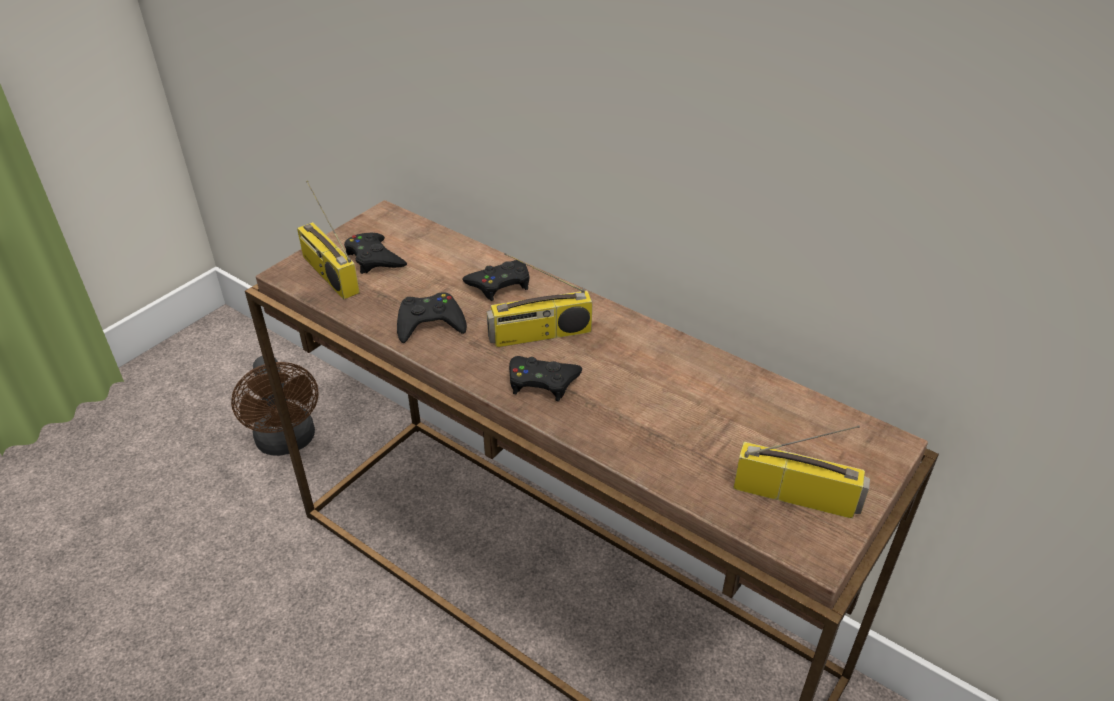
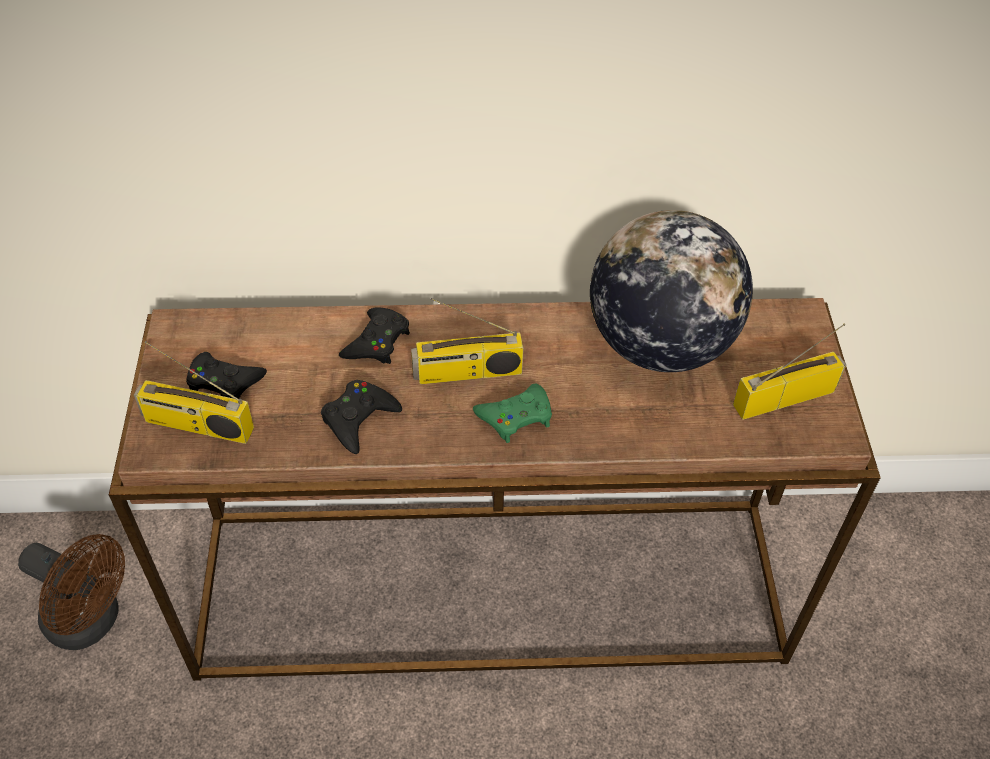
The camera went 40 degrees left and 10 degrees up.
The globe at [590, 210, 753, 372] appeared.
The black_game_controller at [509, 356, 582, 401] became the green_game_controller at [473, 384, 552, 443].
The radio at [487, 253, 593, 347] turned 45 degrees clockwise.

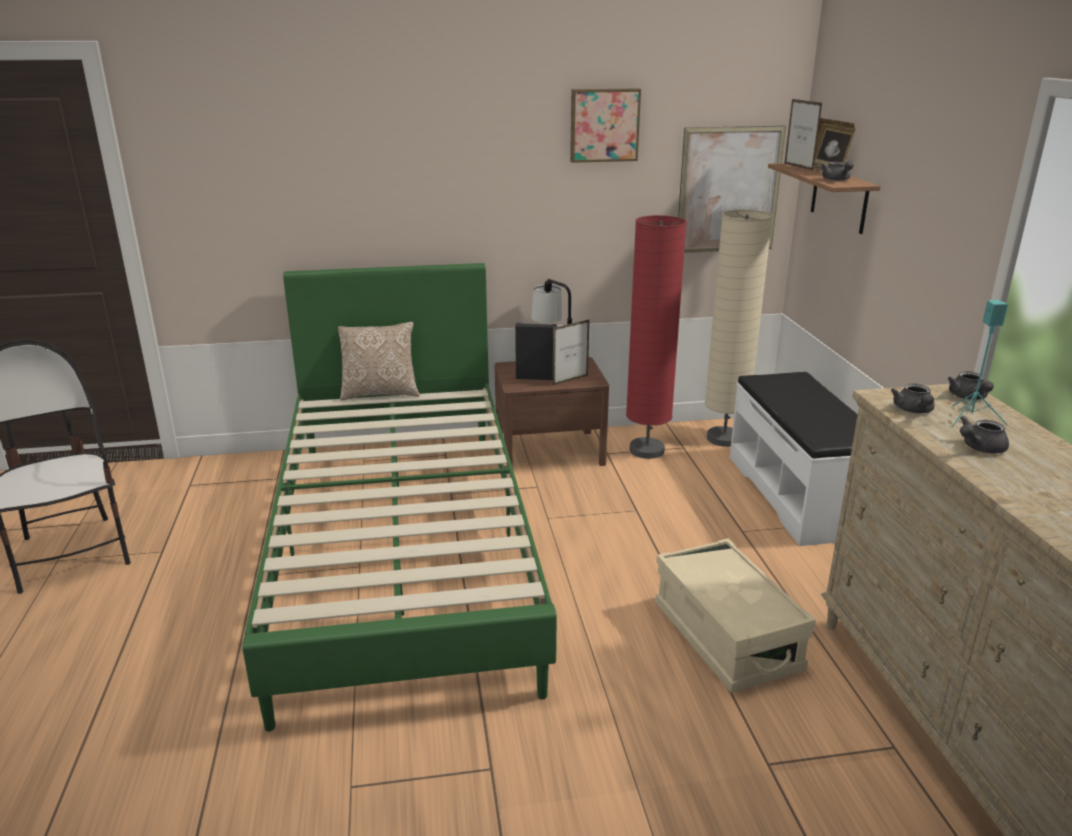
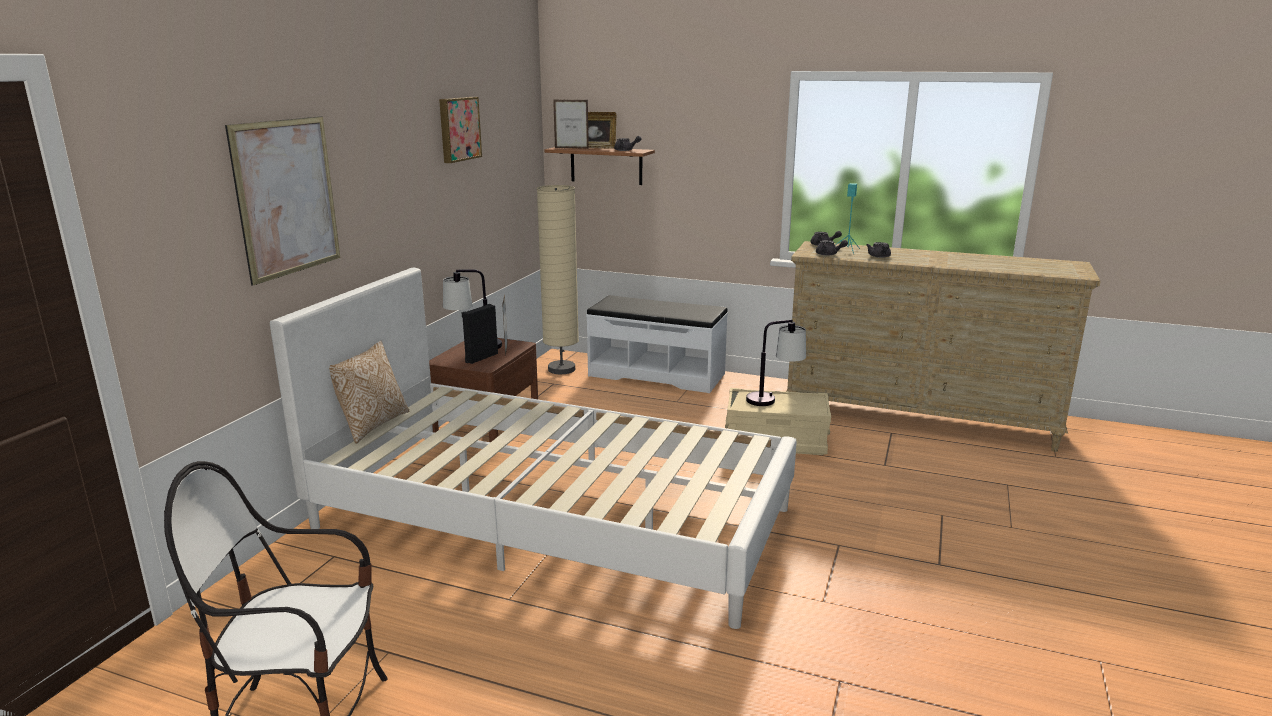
The camera went 60 degrees left and 5 degrees down.
The red_floor_lamp at [626, 215, 687, 459] disappeared.
The table_lamp at [746, 320, 806, 406] appeared.
The picture moved from [678, 126, 786, 253] to [225, 116, 340, 286].
The green_bed at [242, 263, 557, 732] became the white_bed at [270, 268, 797, 629].

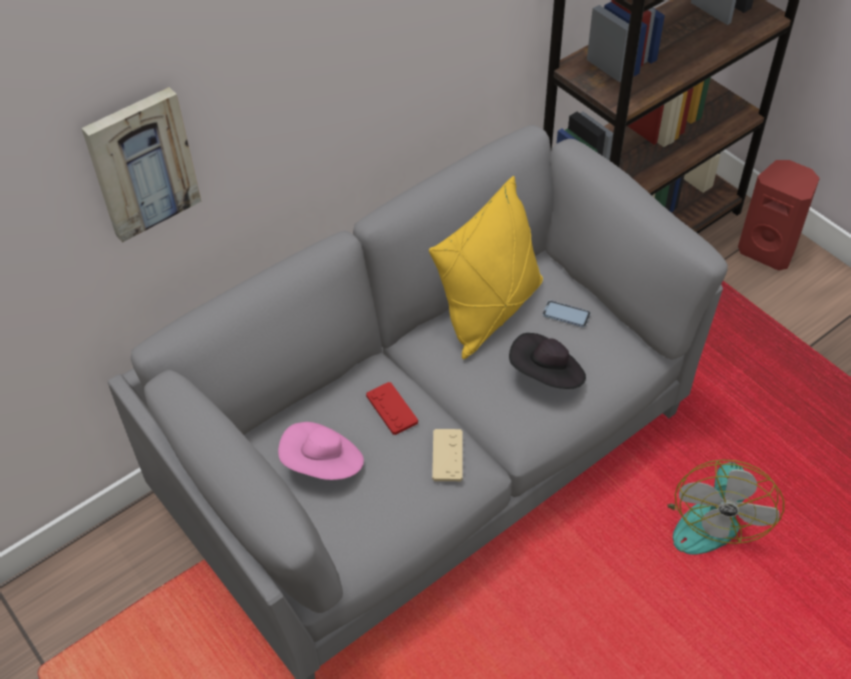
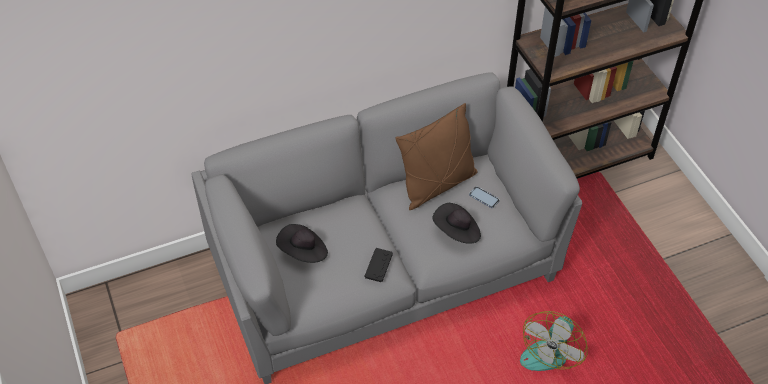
The camera went 15 degrees right and 0 degrees up.
The picture at [81, 87, 201, 243] disappeared.
The red_game_controller at [366, 382, 418, 435] disappeared.
The red_speaker at [738, 160, 820, 271] disappeared.
The pink_hat at [278, 422, 364, 480] became the black_hat at [276, 224, 328, 263].
The yellow_pillow at [429, 176, 543, 359] became the brown_pillow at [395, 103, 478, 210].
The beige_game_controller at [432, 429, 463, 481] became the black_game_controller at [365, 248, 393, 282].

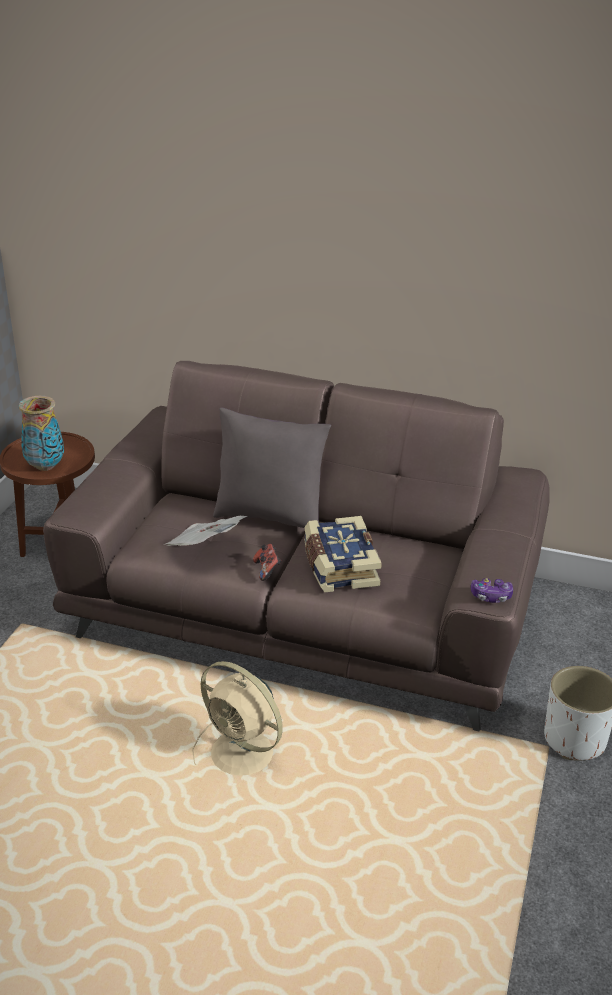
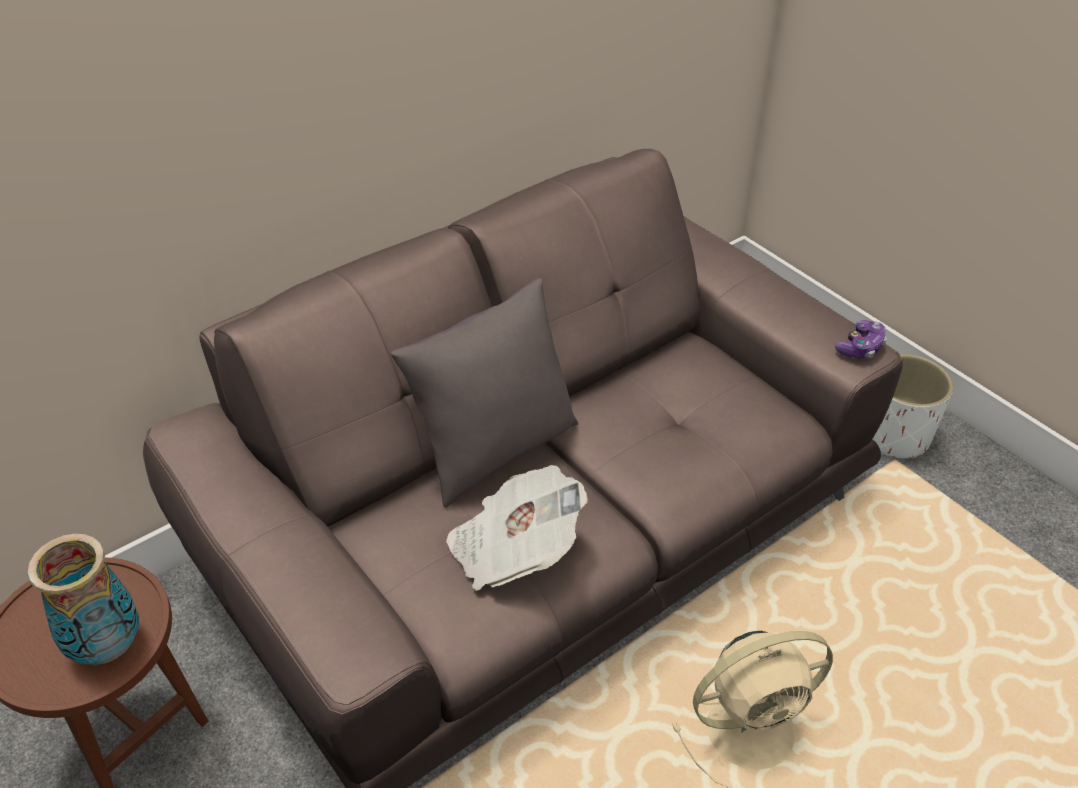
The camera went 55 degrees left and 10 degrees up.
The game_controller at [253, 544, 281, 581] disappeared.
The book at [304, 516, 382, 592] disappeared.

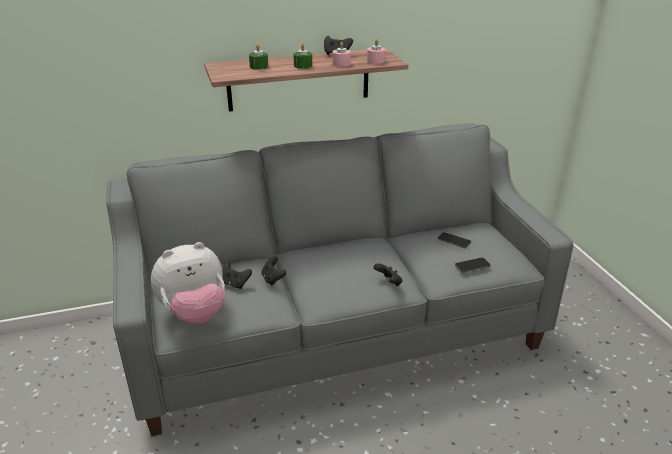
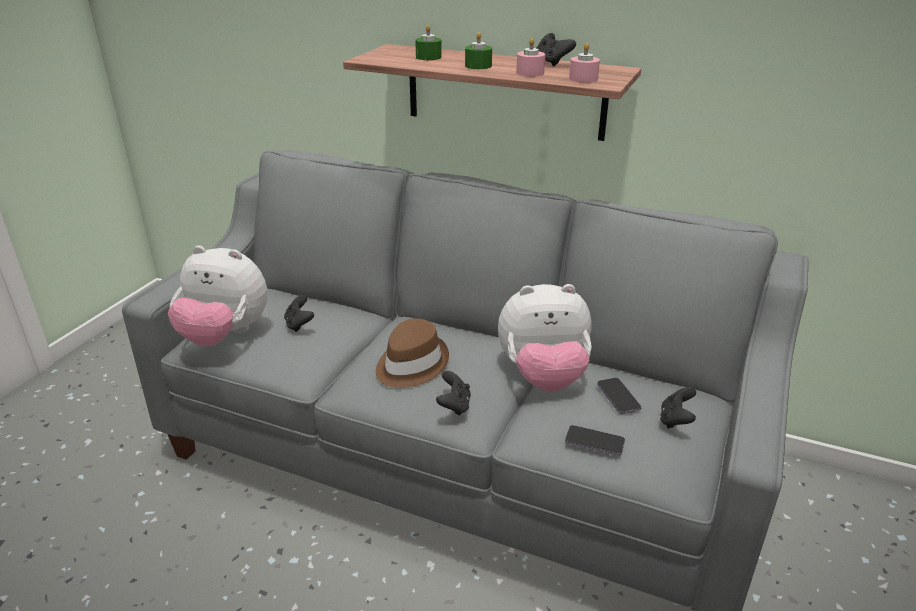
The camera went 40 degrees right and 0 degrees up.
The brown_hat at [376, 318, 449, 388] appeared.
The plush_toy at [498, 284, 592, 391] appeared.
The black_game_controller moved from [261, 256, 286, 285] to [660, 387, 696, 429].

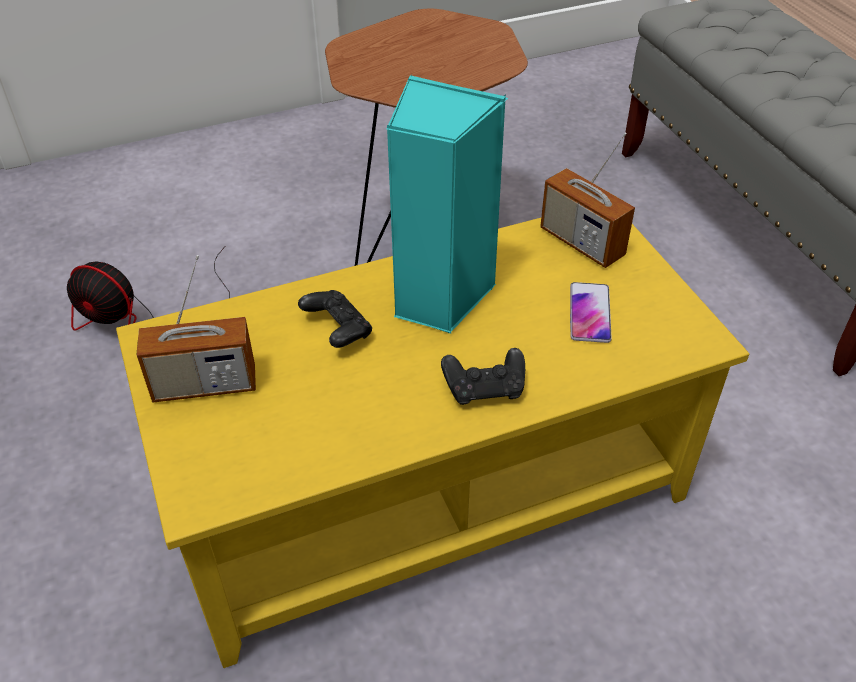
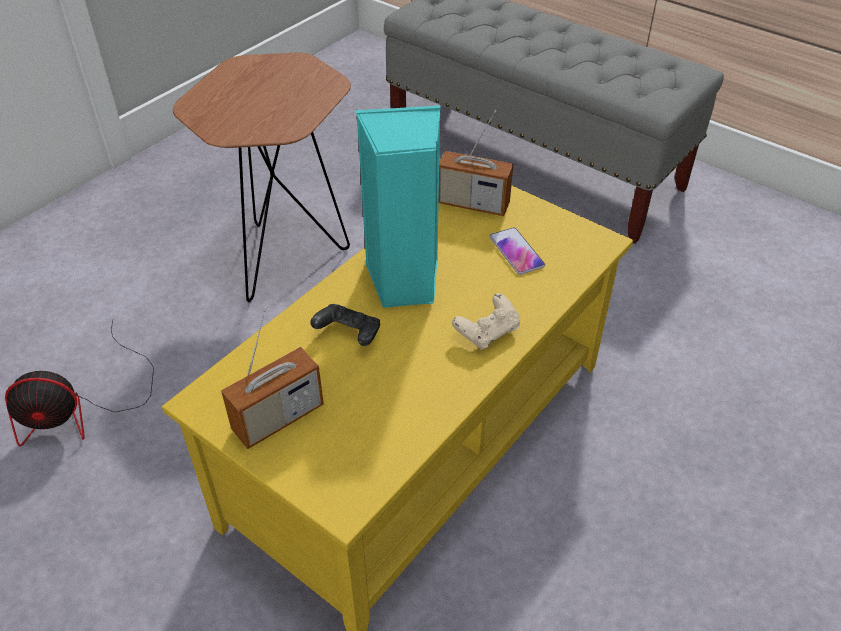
The camera went 30 degrees left and 0 degrees up.
The black_game_controller at [441, 348, 525, 405] became the beige_game_controller at [452, 293, 520, 350].

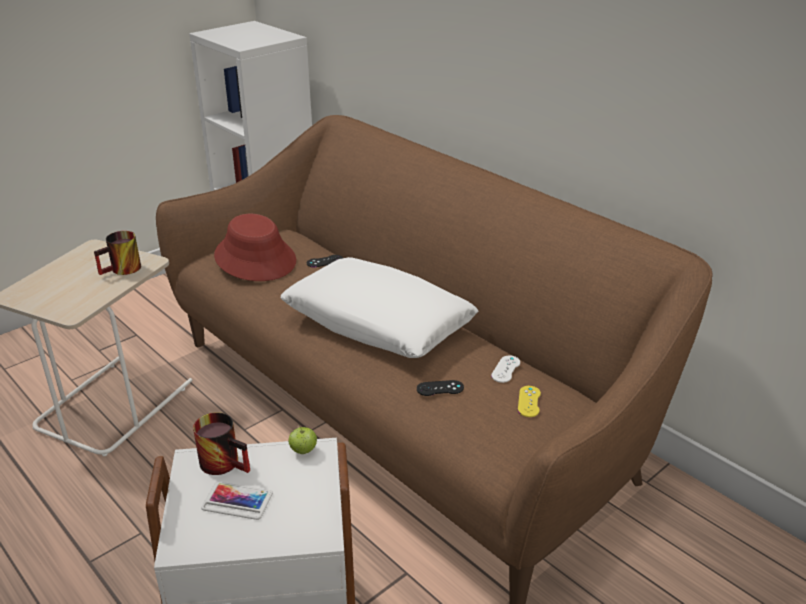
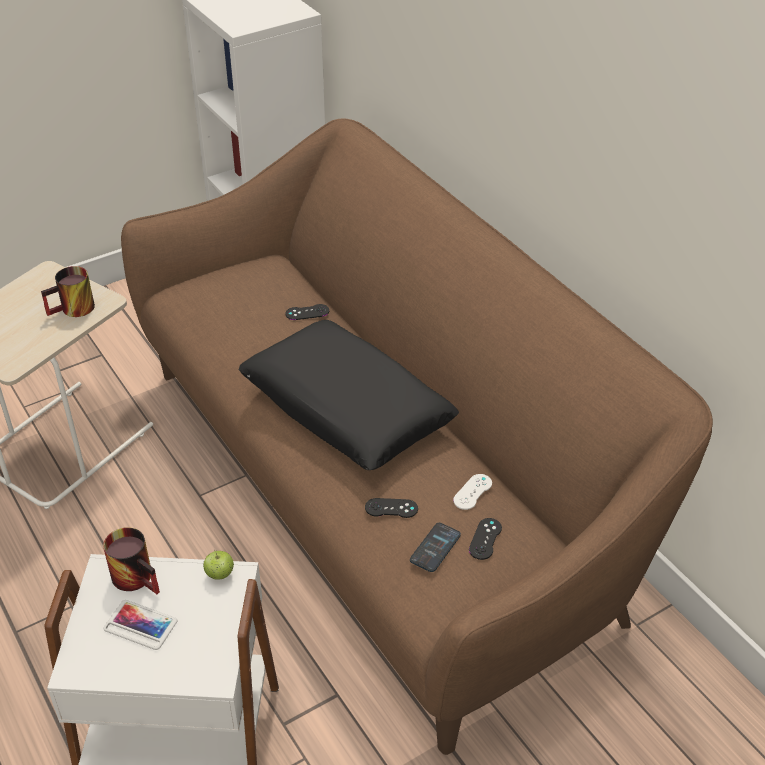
The camera went 10 degrees right and 10 degrees up.
The red_hat at [214, 214, 296, 281] disappeared.
The phone at [410, 523, 461, 572] appeared.
The white_pillow at [281, 257, 479, 358] became the black_pillow at [239, 320, 459, 470].
The yellow_game_controller at [518, 386, 541, 417] became the black_game_controller at [469, 518, 502, 560].

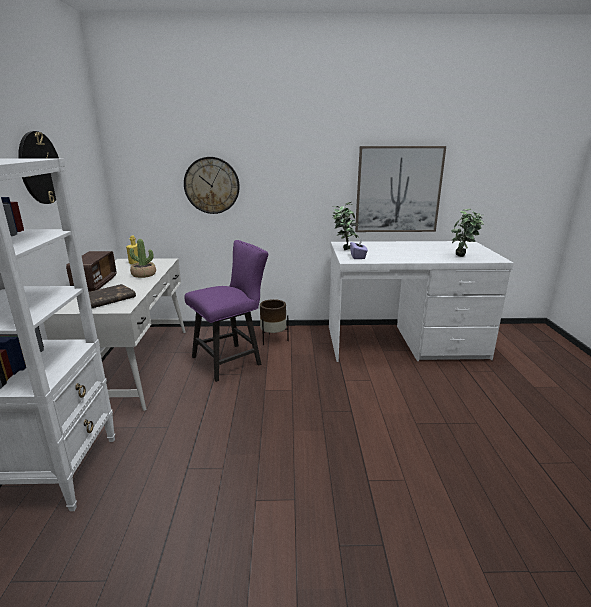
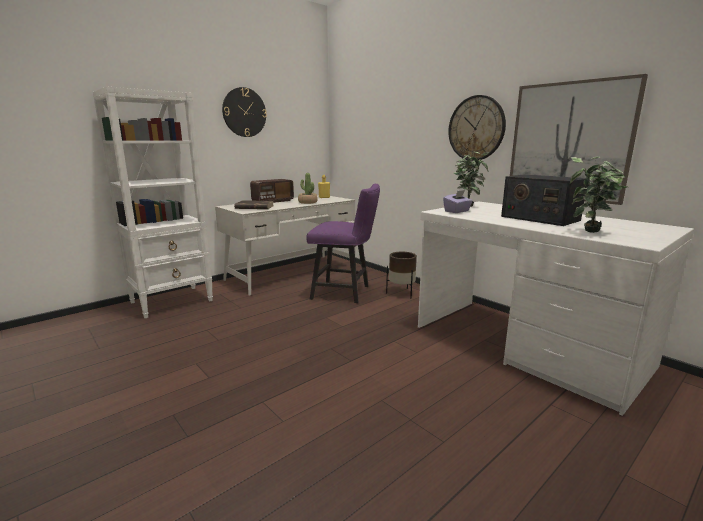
The camera went 50 degrees right and 5 degrees down.
The radio at [501, 174, 587, 226] appeared.
The wall_clock moved from [184, 157, 240, 214] to [448, 95, 506, 161].

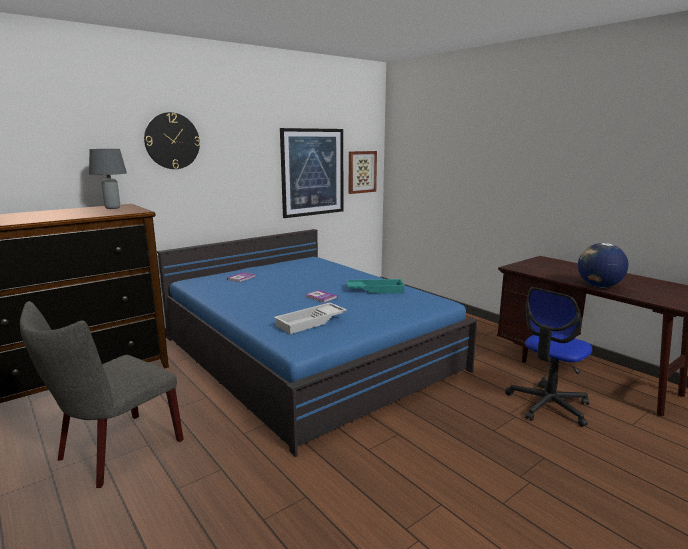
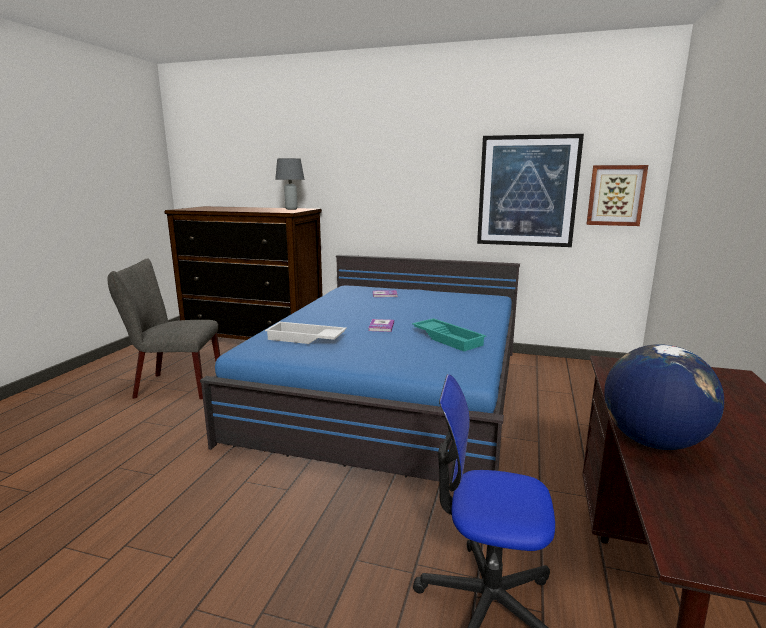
The camera went 55 degrees right and 0 degrees up.
The wall_clock at [144, 112, 200, 169] disappeared.

